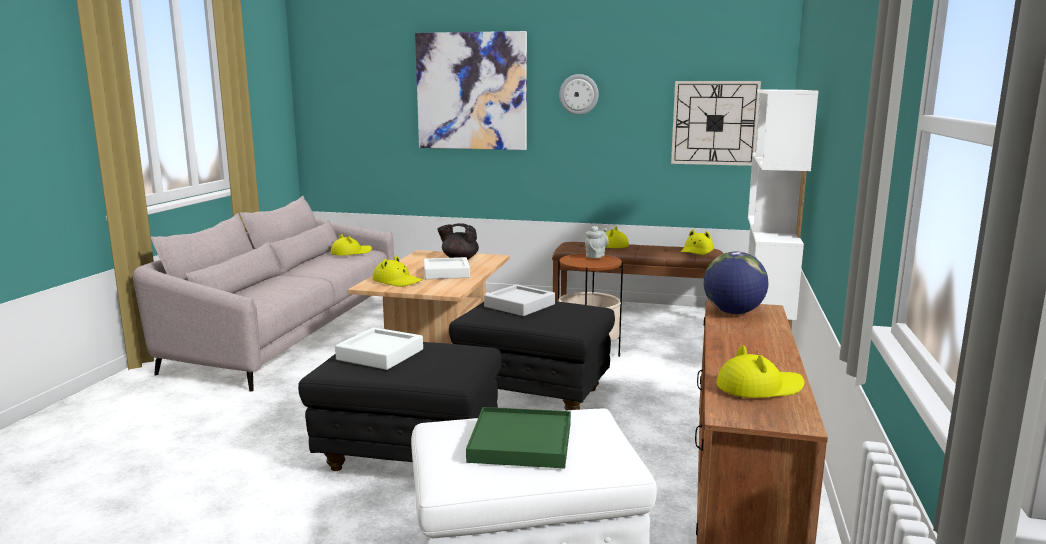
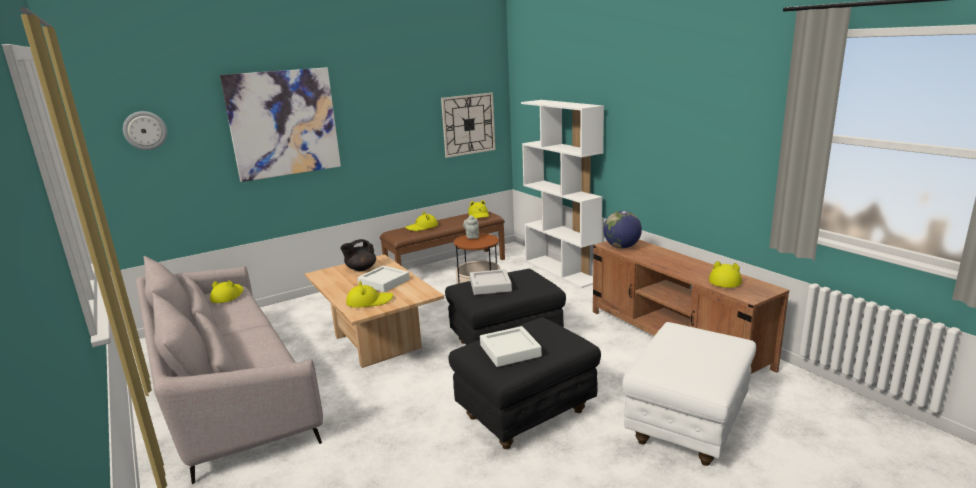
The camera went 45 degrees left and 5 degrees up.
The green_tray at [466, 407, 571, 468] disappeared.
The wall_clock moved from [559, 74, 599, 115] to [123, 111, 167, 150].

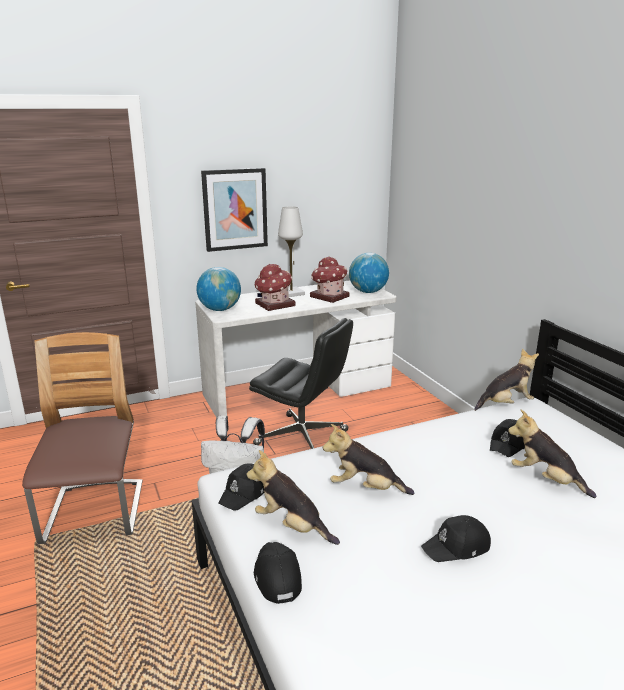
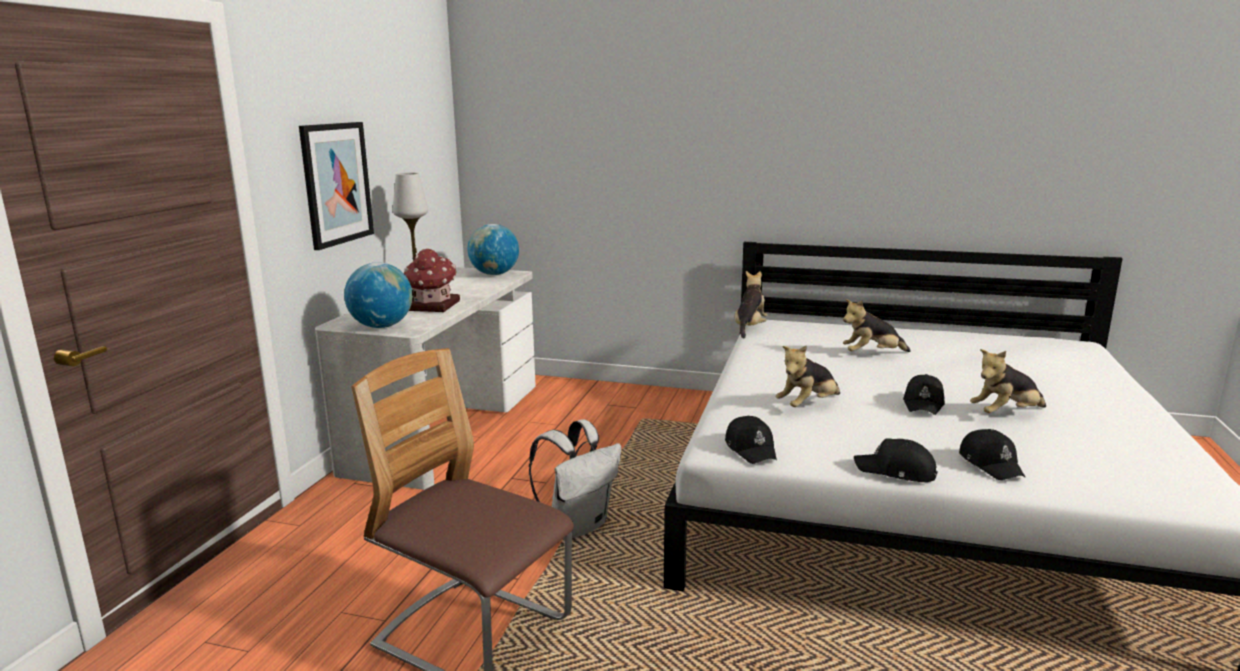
The camera went 50 degrees left and 5 degrees down.
The black_office_chair at [249, 318, 353, 449] disappeared.
The toy_house at [310, 256, 350, 303] disappeared.
The plush_toy moved from [247, 450, 340, 545] to [970, 349, 1046, 413].
The black_cap moved from [490, 419, 525, 457] to [959, 429, 1025, 480].

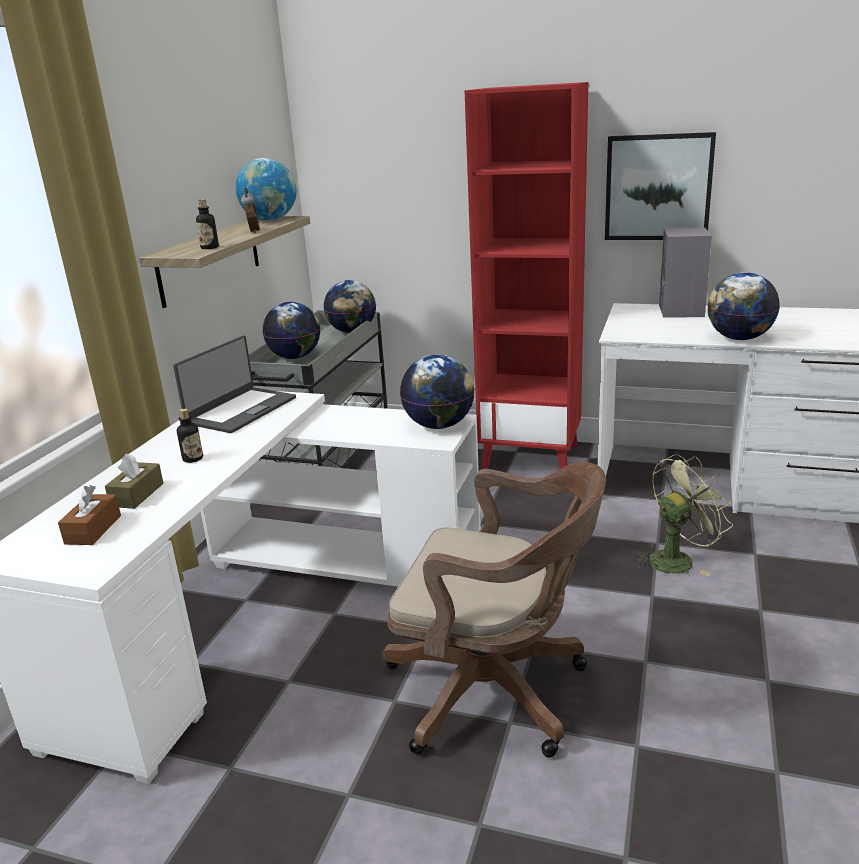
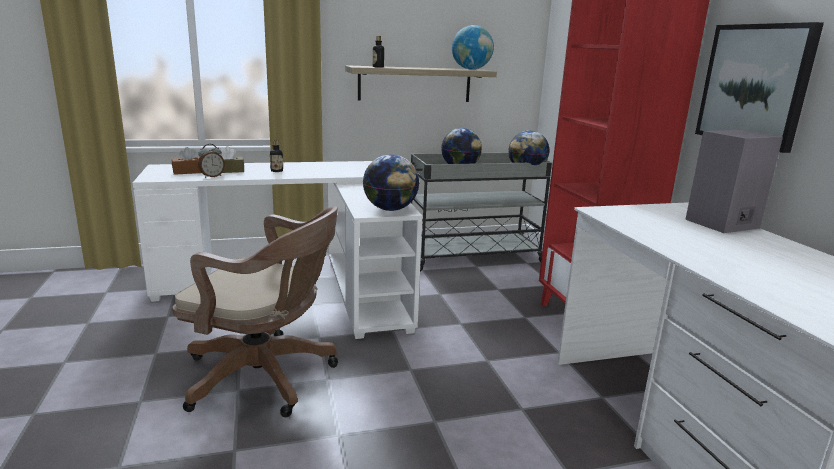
The camera went 55 degrees right and 5 degrees down.
The laptop at [173, 335, 296, 433] disappeared.
The green_fan at [636, 454, 733, 576] disappeared.
The globe at [707, 272, 780, 340] disappeared.
The alarm_clock moved from [241, 188, 260, 233] to [198, 144, 225, 178].
The brown_office_chair at [382, 462, 606, 757] turned 60 degrees counterclockwise.

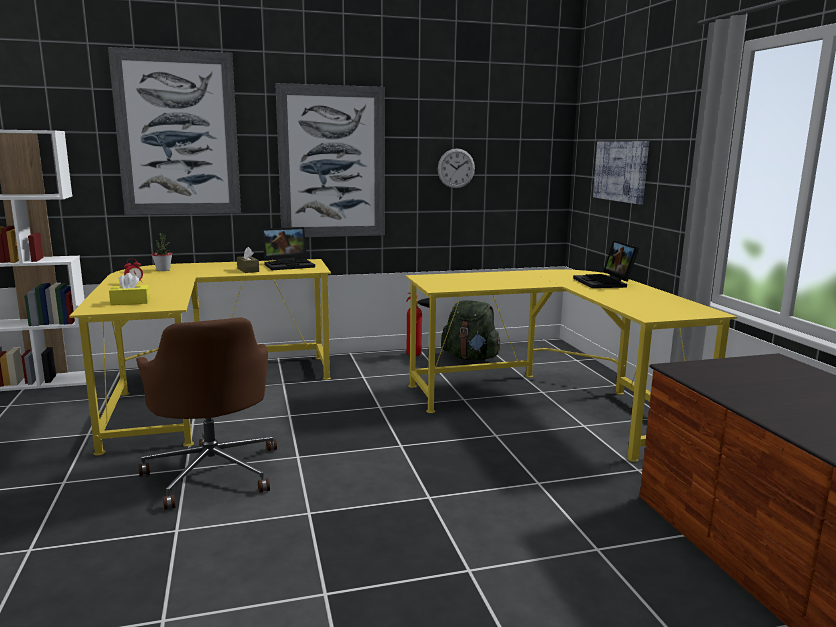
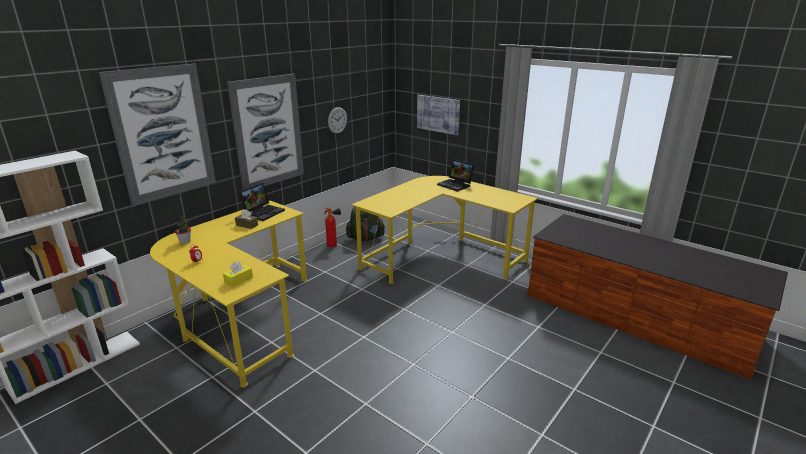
The camera went 35 degrees left and 10 degrees up.
The brown_office_chair at [136, 317, 277, 510] disappeared.

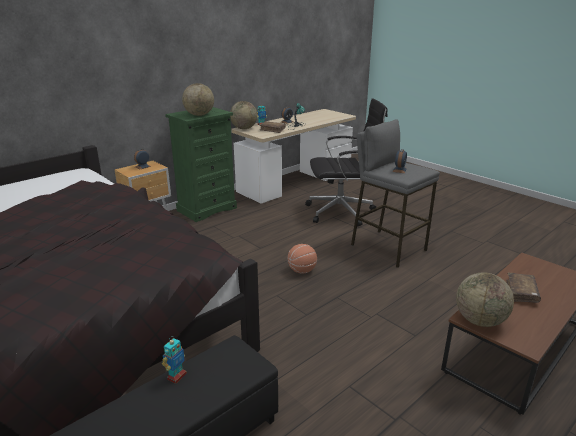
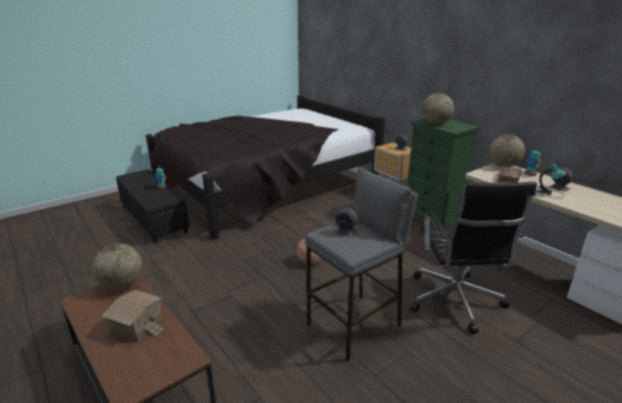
The camera went 95 degrees right and 0 degrees up.
The brown_book at [506, 273, 541, 303] was replaced by the toy_house at [102, 290, 164, 342].

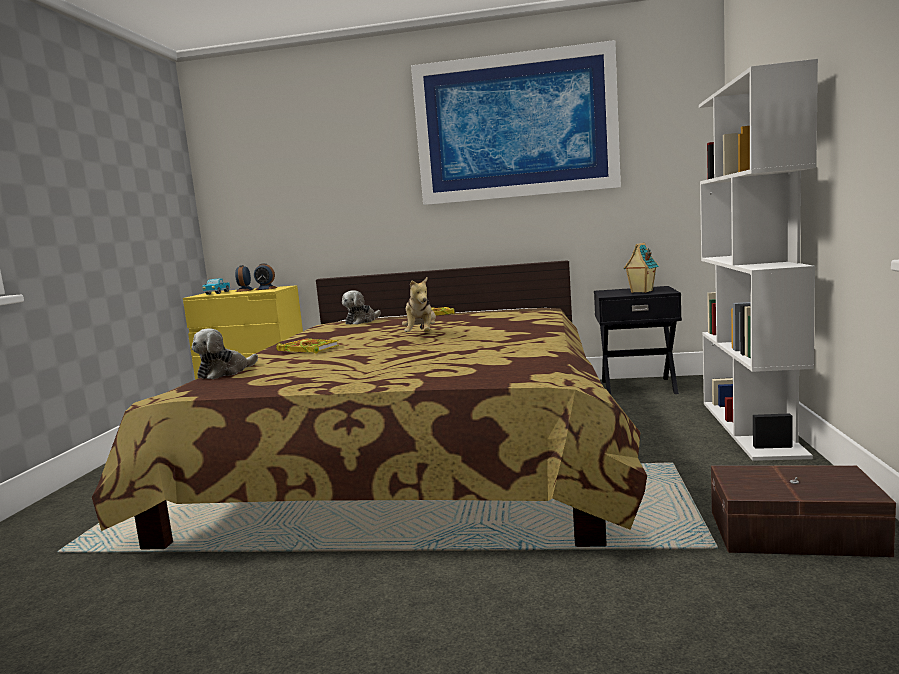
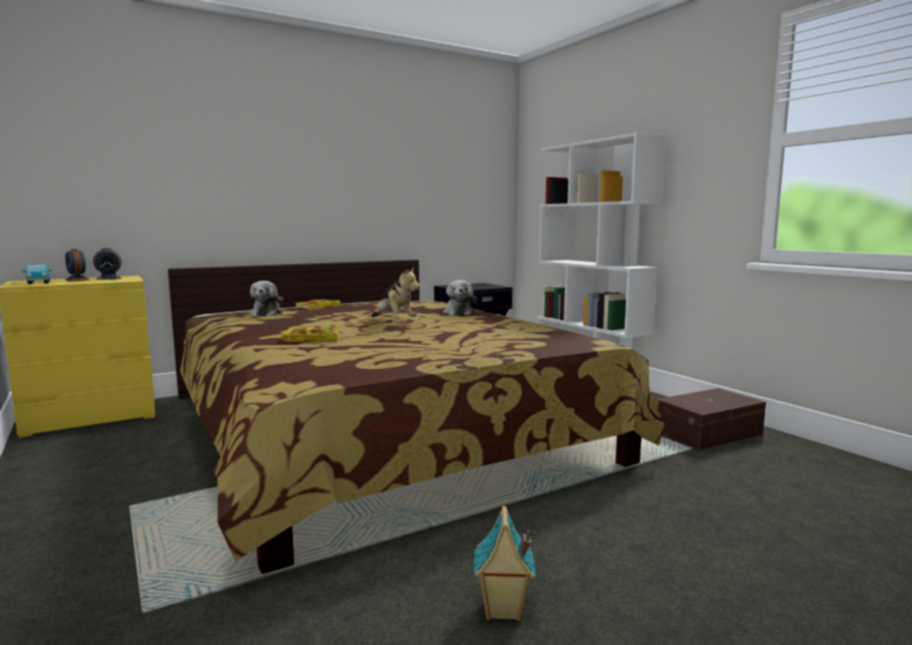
The camera went 40 degrees left and 0 degrees up.
The picture at [411, 40, 621, 205] disappeared.
The plush_toy moved from [192, 328, 258, 379] to [443, 280, 477, 316].
The toy_house moved from [624, 243, 659, 293] to [474, 506, 536, 621].

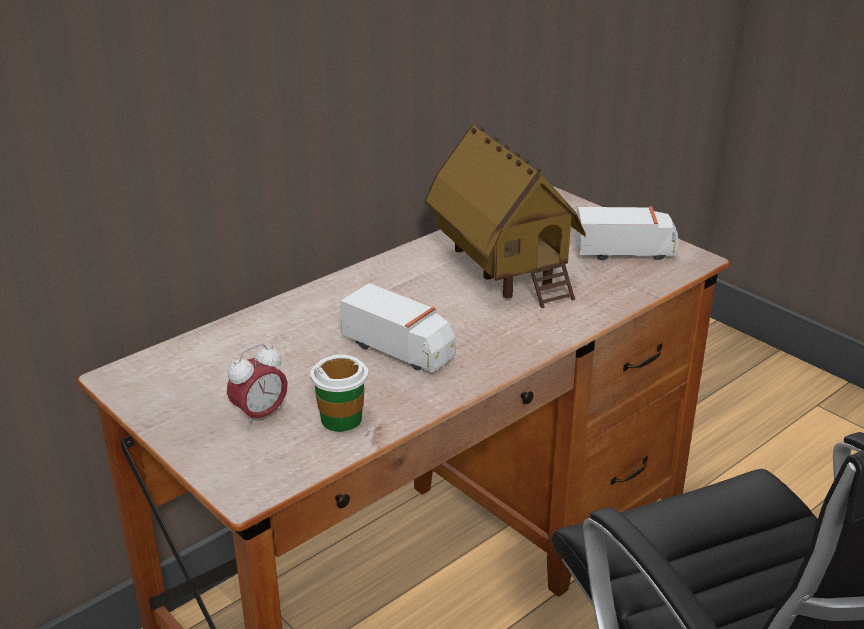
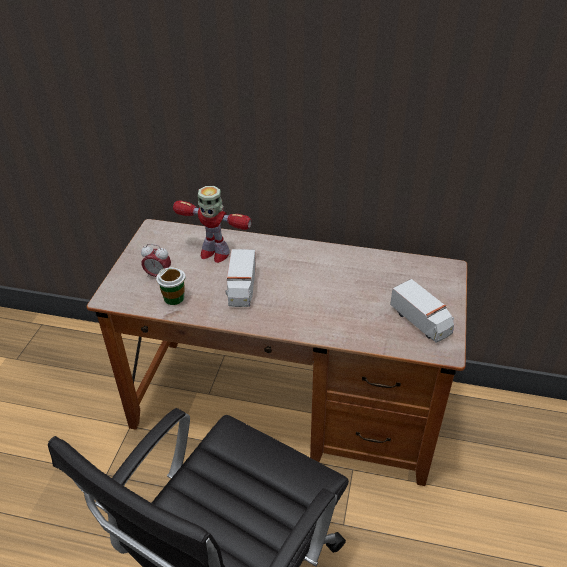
The camera went 55 degrees right and 10 degrees up.
The toy_house at [425, 125, 586, 308] disappeared.
The toy_robot at [173, 186, 252, 263] appeared.

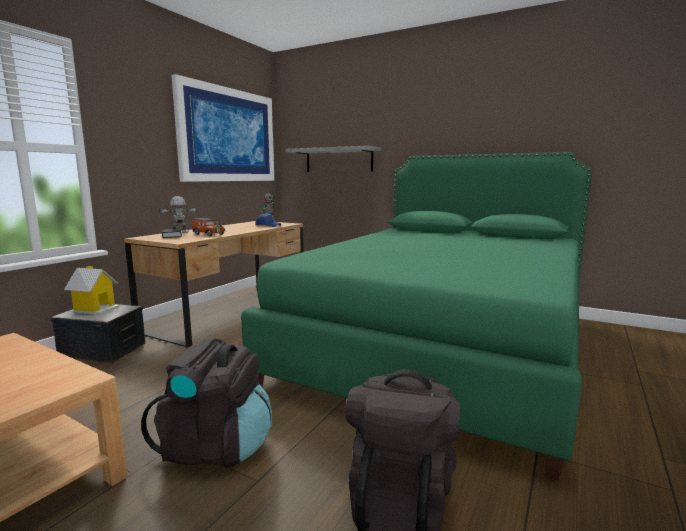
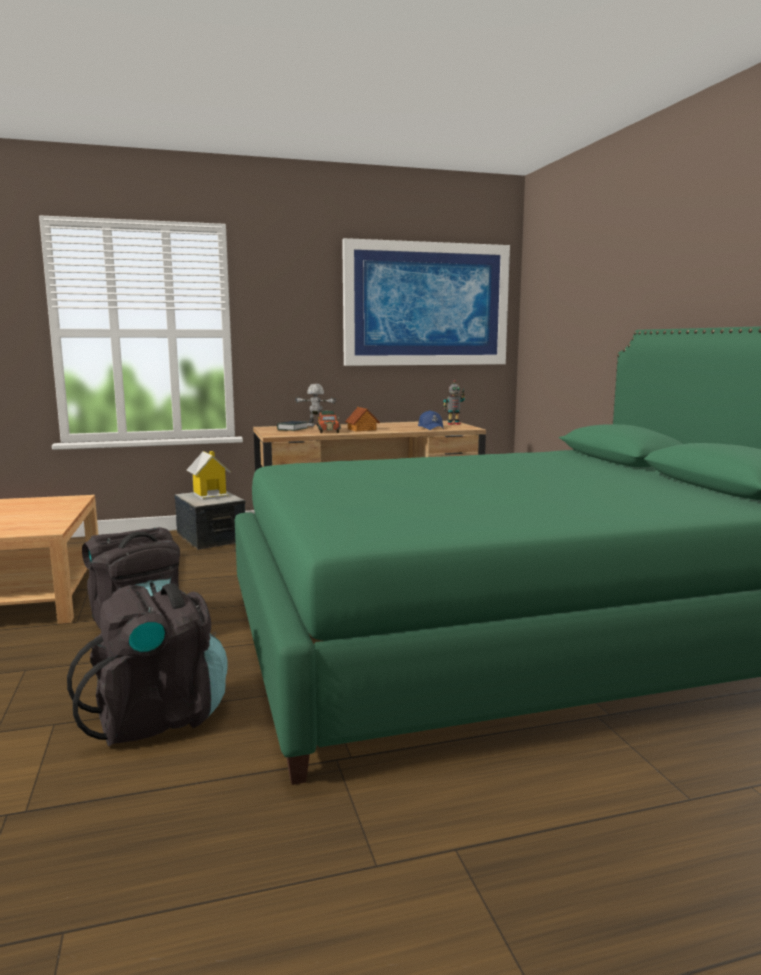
The camera went 45 degrees right and 0 degrees up.
The grey_shelf at [286, 146, 381, 172] disappeared.
The toy_house at [345, 407, 380, 432] appeared.

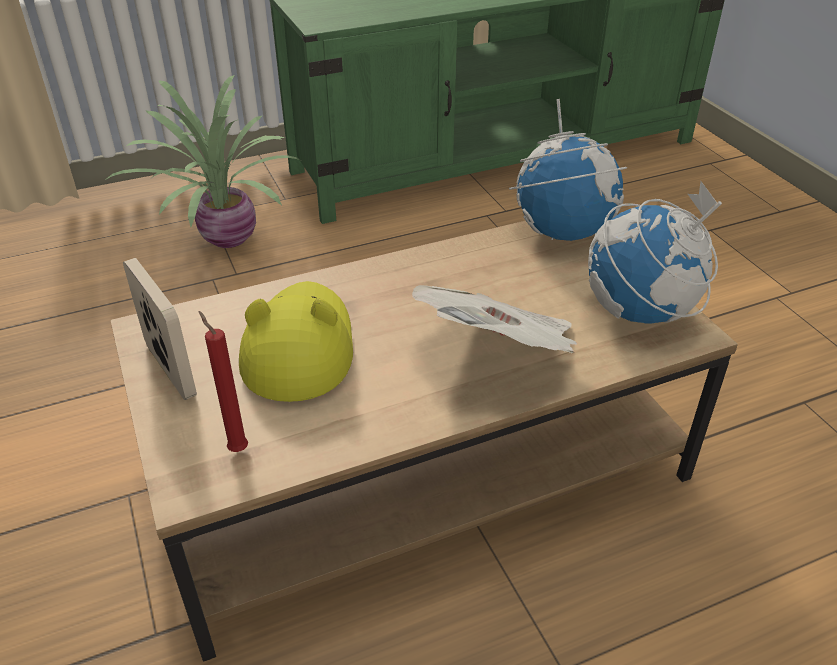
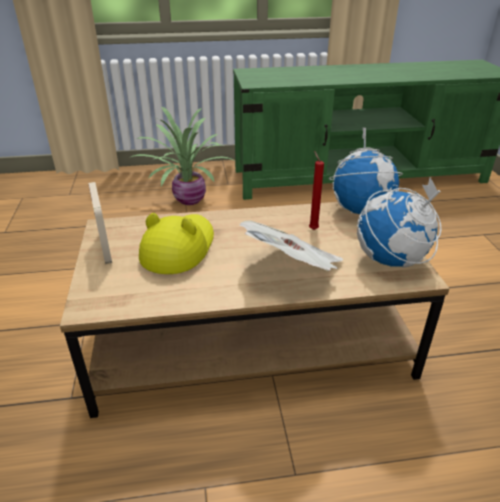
The camera went 15 degrees right and 5 degrees down.
The red_candle moved from [199, 311, 248, 452] to [309, 151, 324, 230].

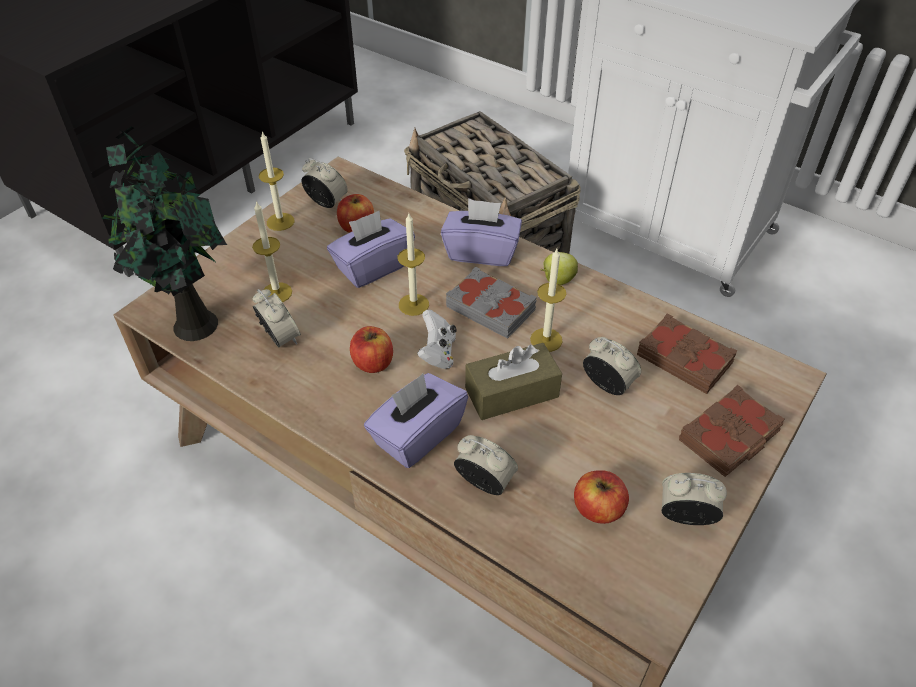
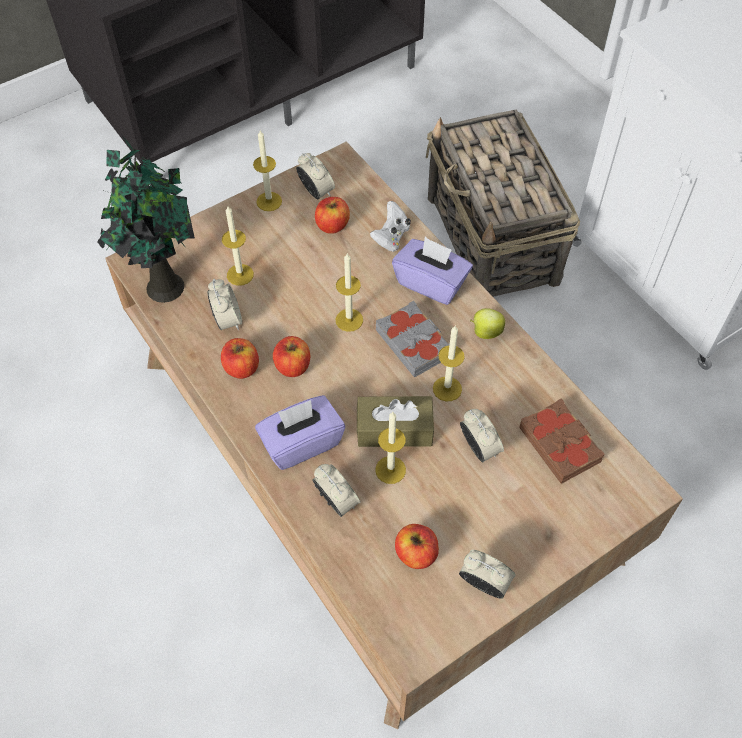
The camera went 20 degrees right and 10 degrees up.
The purple_tissue_box at [327, 211, 415, 288] disappeared.
The brown_book at [679, 385, 785, 477] disappeared.
The apple at [221, 338, 259, 379] appeared.
The candle at [376, 412, 406, 484] appeared.
The white_game_controller moved from [417, 310, 457, 369] to [370, 201, 411, 252].

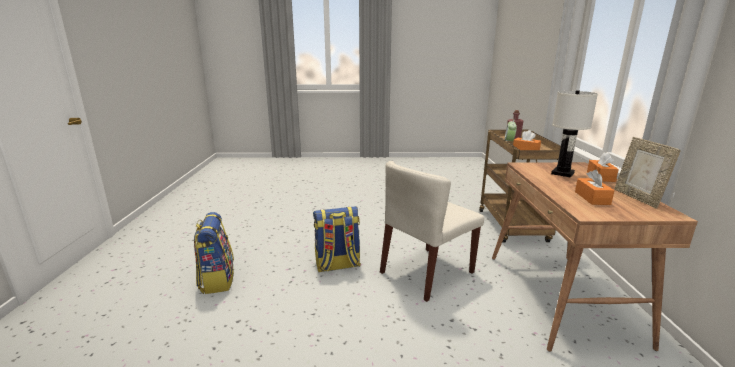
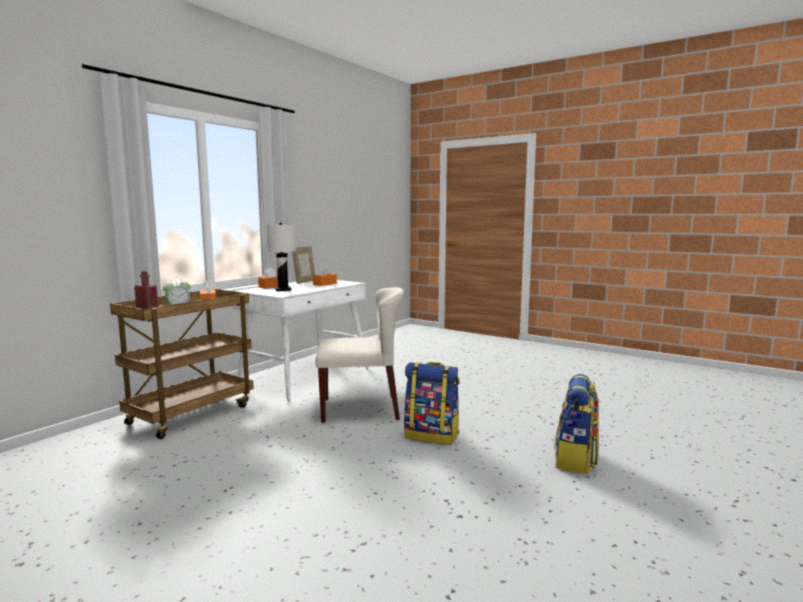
The camera went 145 degrees left and 10 degrees down.
The brown_desk at [492, 162, 698, 352] became the white_desk at [233, 280, 369, 401].

